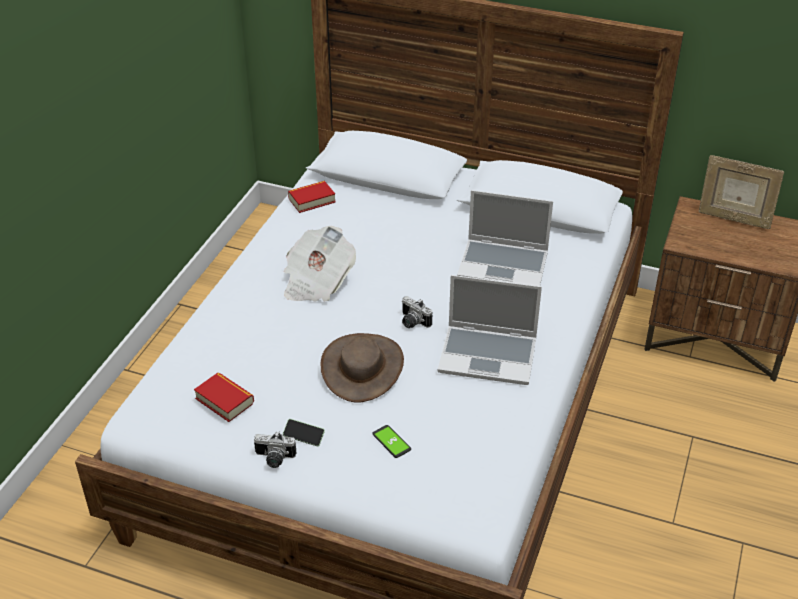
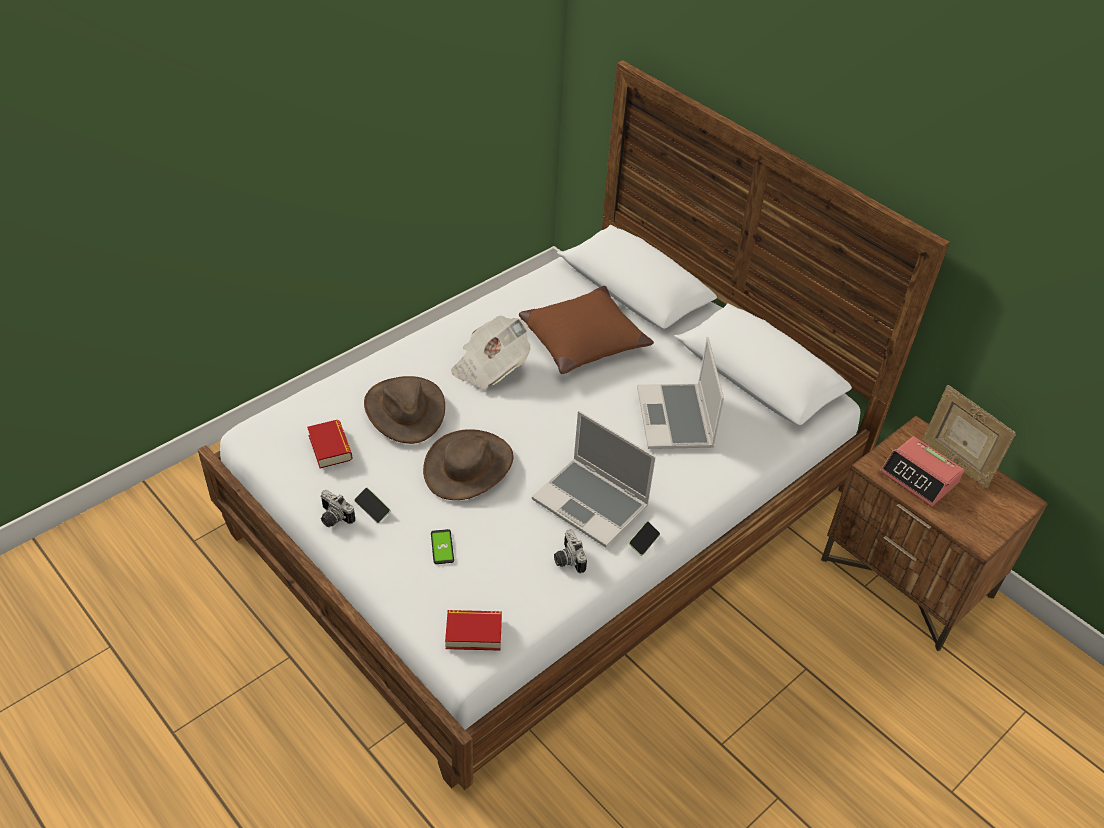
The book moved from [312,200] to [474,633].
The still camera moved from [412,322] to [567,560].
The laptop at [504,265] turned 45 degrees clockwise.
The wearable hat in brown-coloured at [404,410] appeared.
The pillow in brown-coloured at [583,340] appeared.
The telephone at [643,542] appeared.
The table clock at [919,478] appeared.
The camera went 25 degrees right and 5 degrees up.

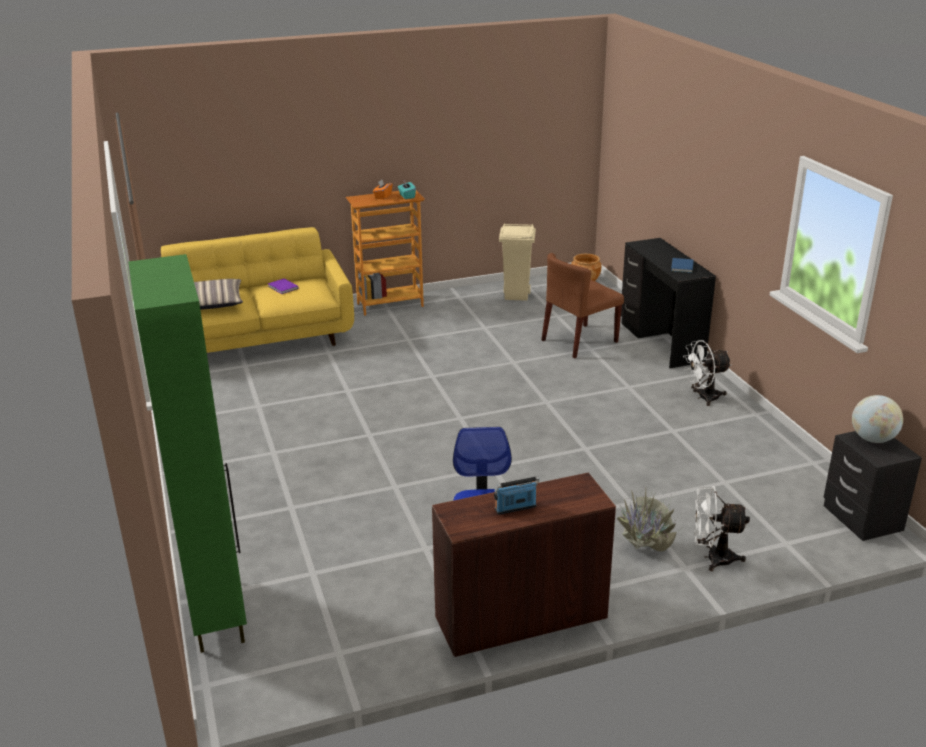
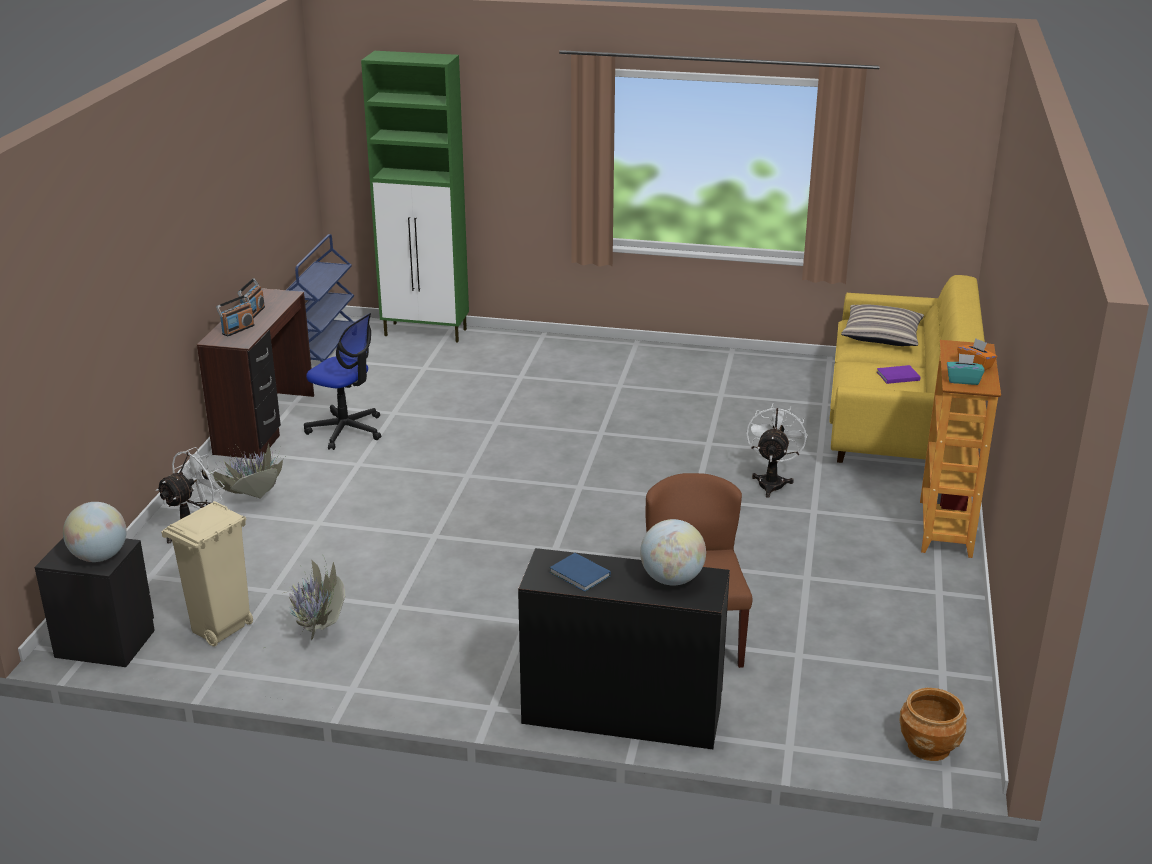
The waste bin in beige moved from [517,296] to [220,630].
The cooling fan in white moved from [703,397] to [772,481].
The radio set at [238,329] appeared.
The houseplant at [317,636] appeared.
The wheeled cart in blue-coloured at [322,350] appeared.
The desk globe at [671,579] appeared.
The camera went 120 degrees right and 0 degrees up.

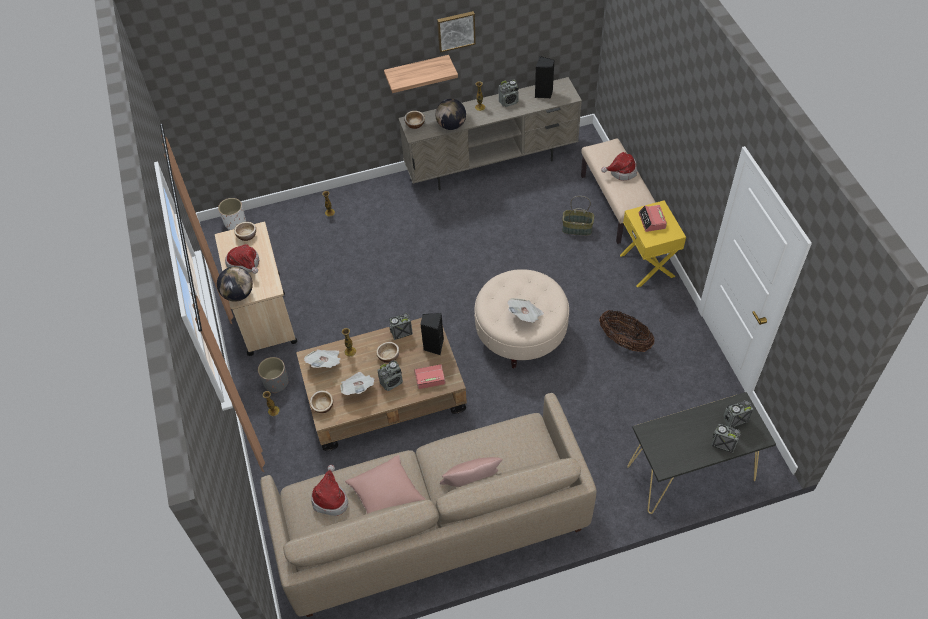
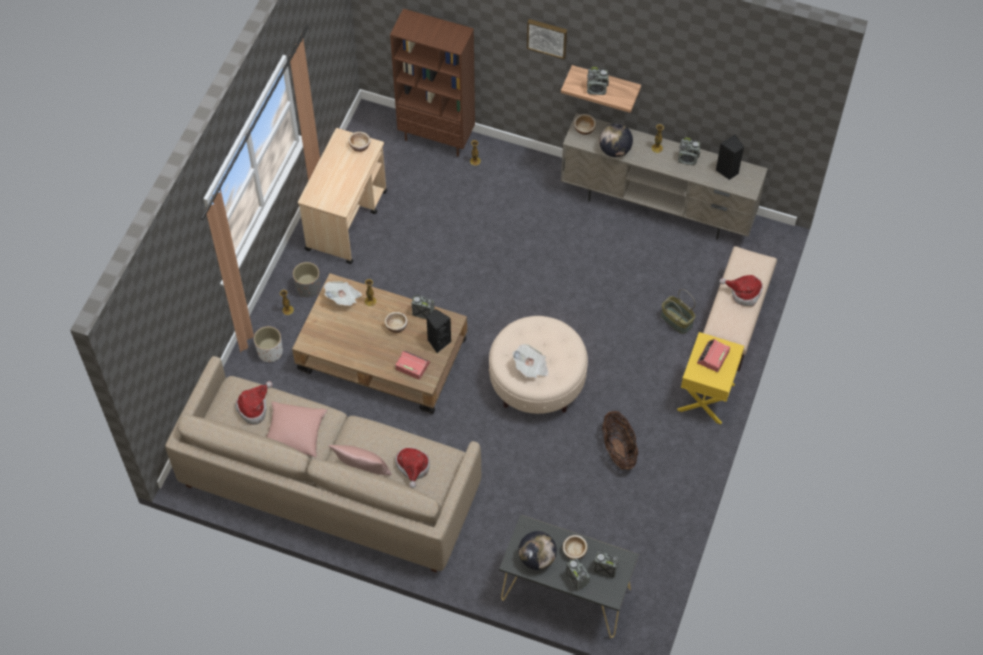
The desk globe moved from [238,294] to [537,558].
The plant pot in white moved from [235,222] to [270,352].
The wearable hat moved from [245,264] to [413,468].
The serving bowl moved from [323,406] to [574,551].
The printed paper at [358,388] disappeared.
The radio set moved from [392,382] to [597,90].
The picture moved from [456,30] to [547,37].
The bookshelf in brown-coloured at [437,137] appeared.
The camera went 35 degrees right and 5 degrees up.

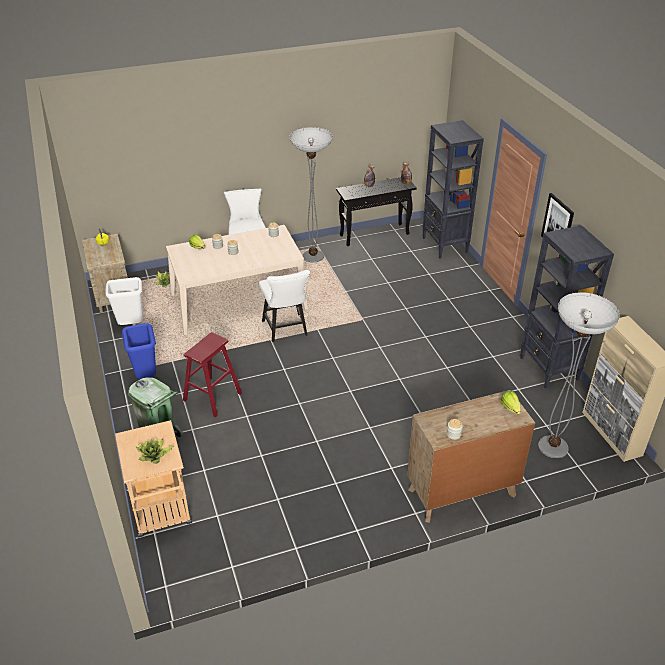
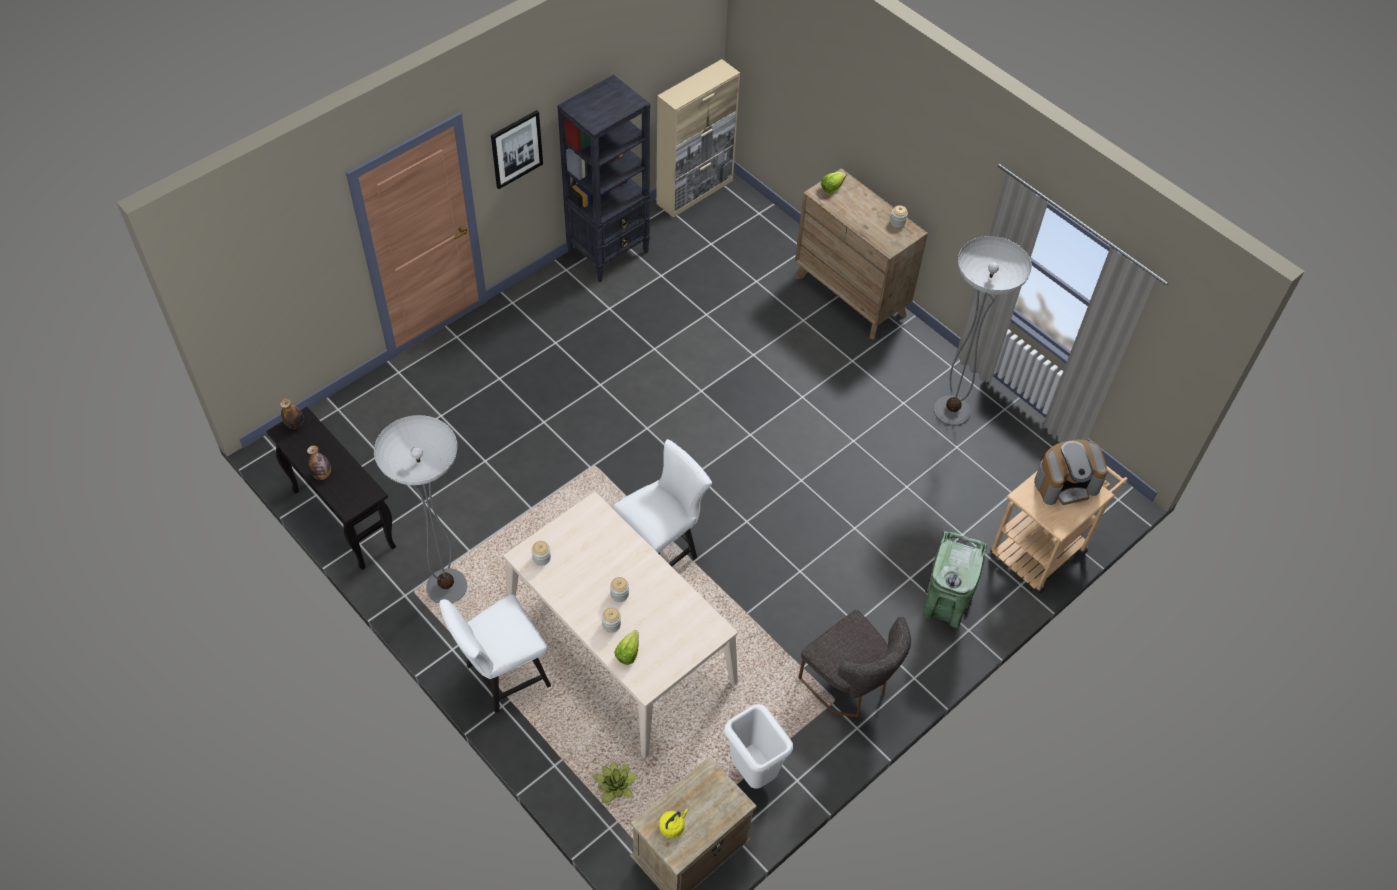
The waste bin in blue-coloured at [146,376] was replaced by the chair in gray at [850,685].
The houseplant at [154,455] was replaced by the coffee brewer at [1066,483].
The sitting stool in reddish at [212,397] disappeared.
The bookshelf in black at [445,245] disappeared.
The floor lamp moved from [553,447] to [952,411].
The camera went 115 degrees left and 15 degrees up.

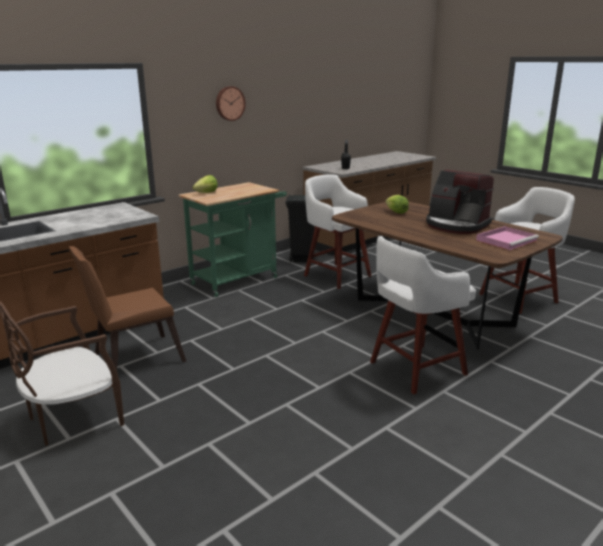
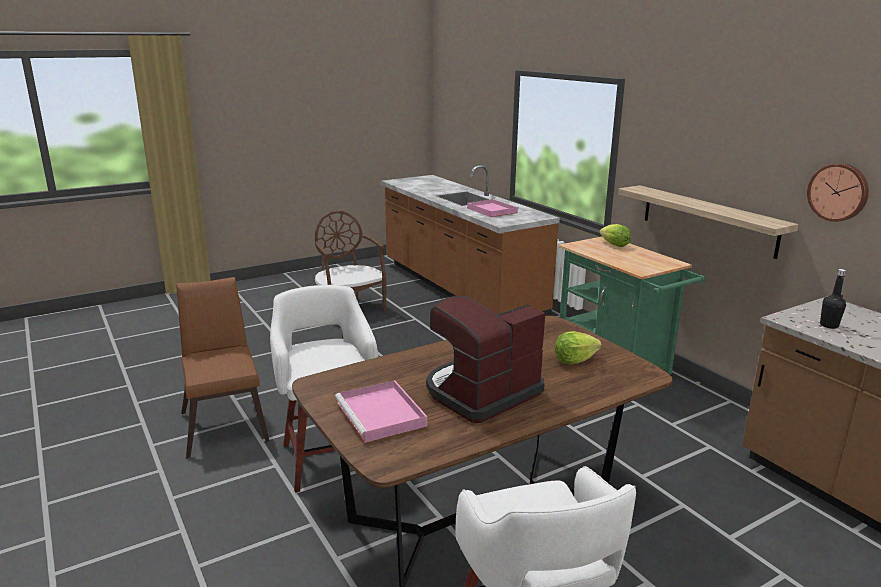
The chair in brown-coloured moved from [132,359] to [225,423].
The hanging clock moved from [229,103] to [838,192].
The waste bin in black at [301,259] disappeared.
The sitting stool in white at [336,275] disappeared.
The tray in pink-coloured at [491,210] appeared.
The wall shelf at [707,220] appeared.
The camera went 100 degrees right and 0 degrees up.

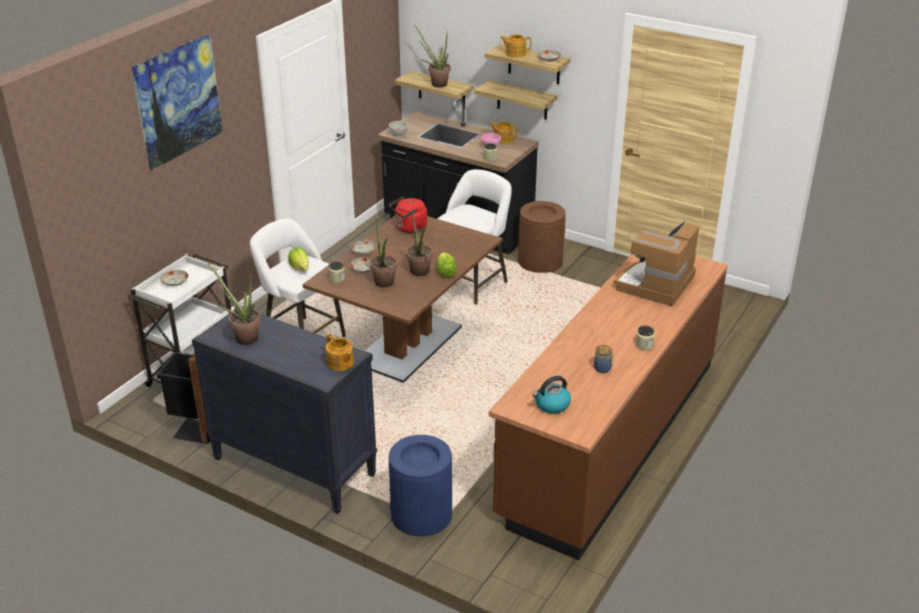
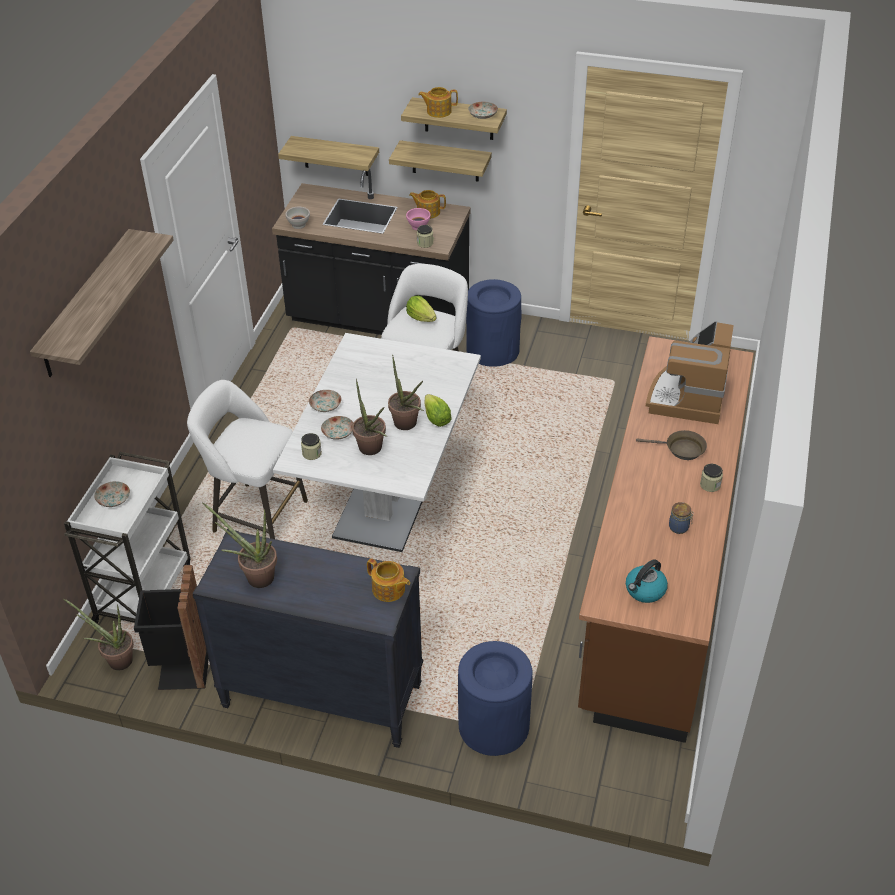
The picture at [183,126] was replaced by the wall shelf at [86,304].
The lettuce moved from [300,268] to [421,318].
The kitchen table in brown-coloured at [408,345] became the kitchen table in white at [387,498].
The tea kettle in reddish at [409,228] disappeared.
The houseplant moved from [436,84] to [115,660].
The waste bin in brown-coloured at [540,261] became the waste bin in blue-coloured at [492,350].
The frying pan in brown-coloured at [681,449] appeared.
The camera went 15 degrees left and 10 degrees up.

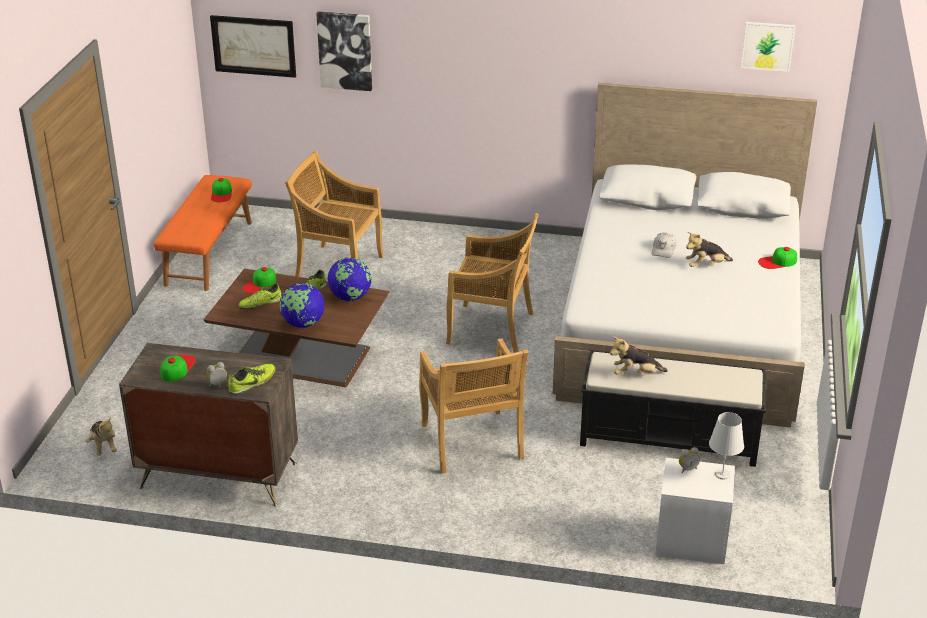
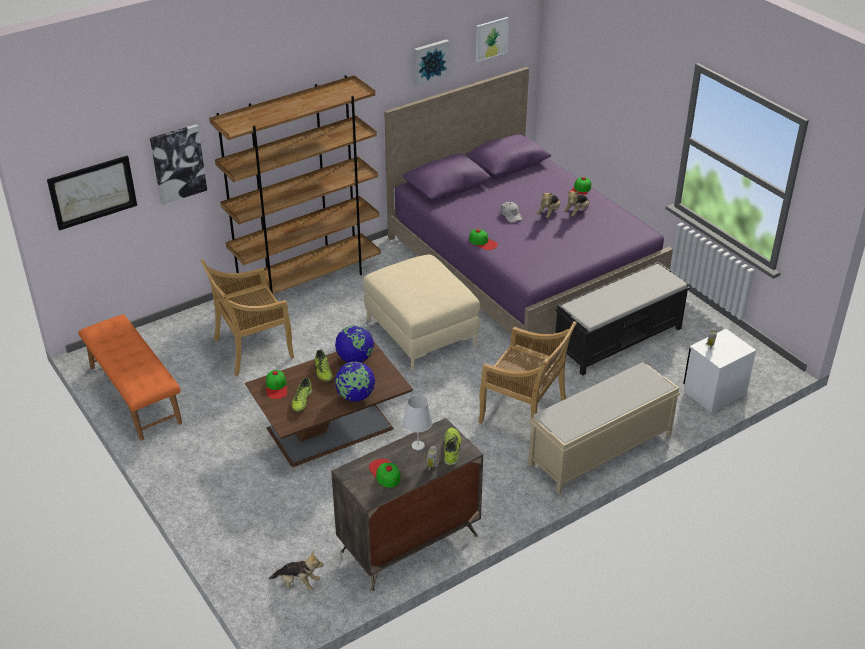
The peaked cap moved from [221,193] to [483,242].
The chair in beige at [492,329] was replaced by the ottoman in beige at [421,332].
The bed in white at [682,324] became the bed in purplish at [522,264].
The plush toy moved from [635,374] to [576,212].
The table lamp in white moved from [722,474] to [418,445].
The bookshelf in brown-coloured at [308,281] appeared.
The picture at [430,62] appeared.
The bench in beige at [599,450] appeared.
The camera went 45 degrees left and 5 degrees up.

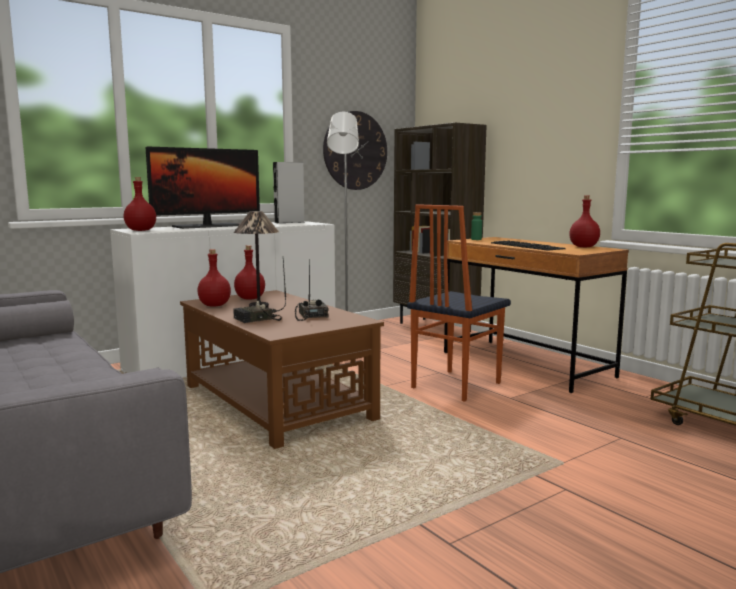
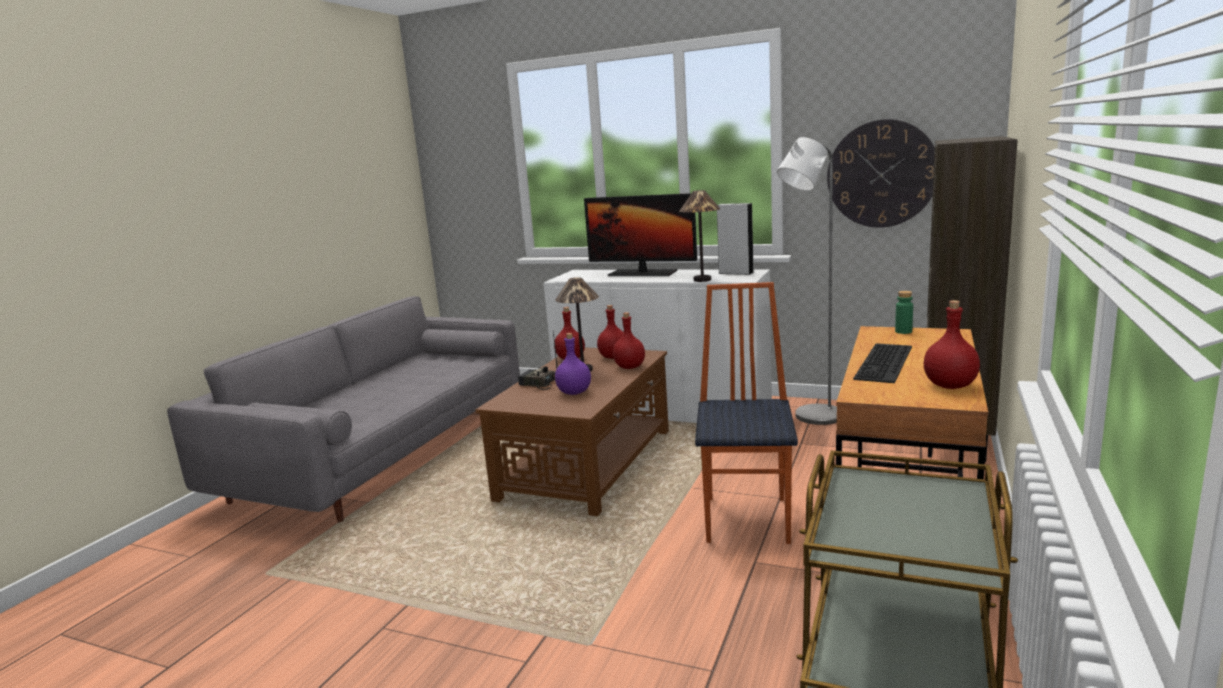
The bottle in reddish moved from [141,230] to [629,367].
The radio set at [310,316] was replaced by the bottle in purplish at [575,392].
The chair at [454,385] turned 90 degrees clockwise.
The table lamp at [702,280] appeared.
The camera went 60 degrees right and 5 degrees up.

